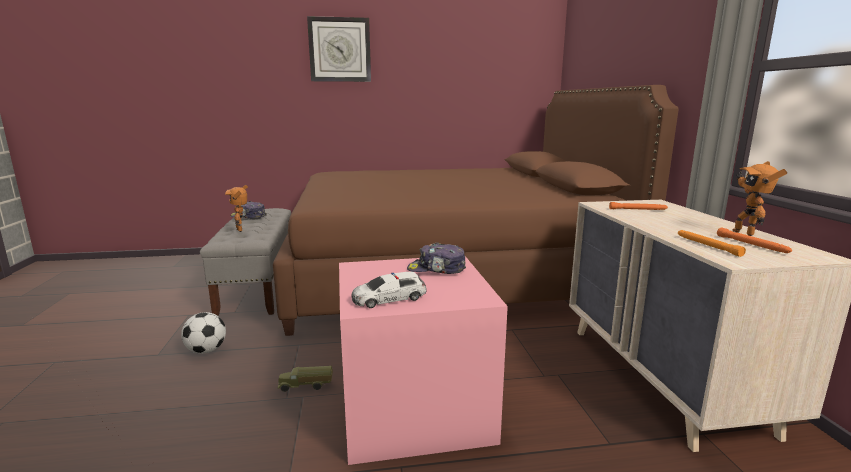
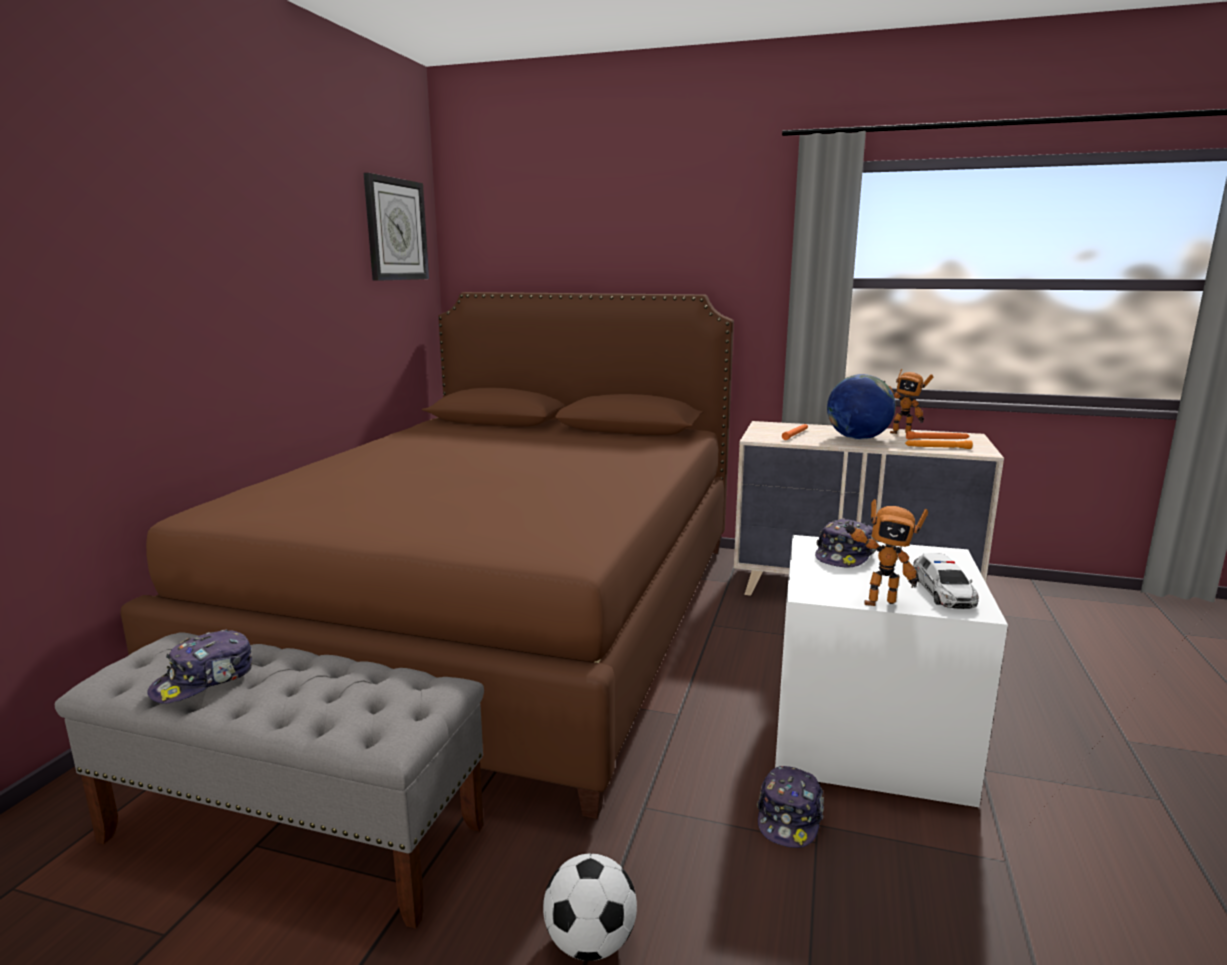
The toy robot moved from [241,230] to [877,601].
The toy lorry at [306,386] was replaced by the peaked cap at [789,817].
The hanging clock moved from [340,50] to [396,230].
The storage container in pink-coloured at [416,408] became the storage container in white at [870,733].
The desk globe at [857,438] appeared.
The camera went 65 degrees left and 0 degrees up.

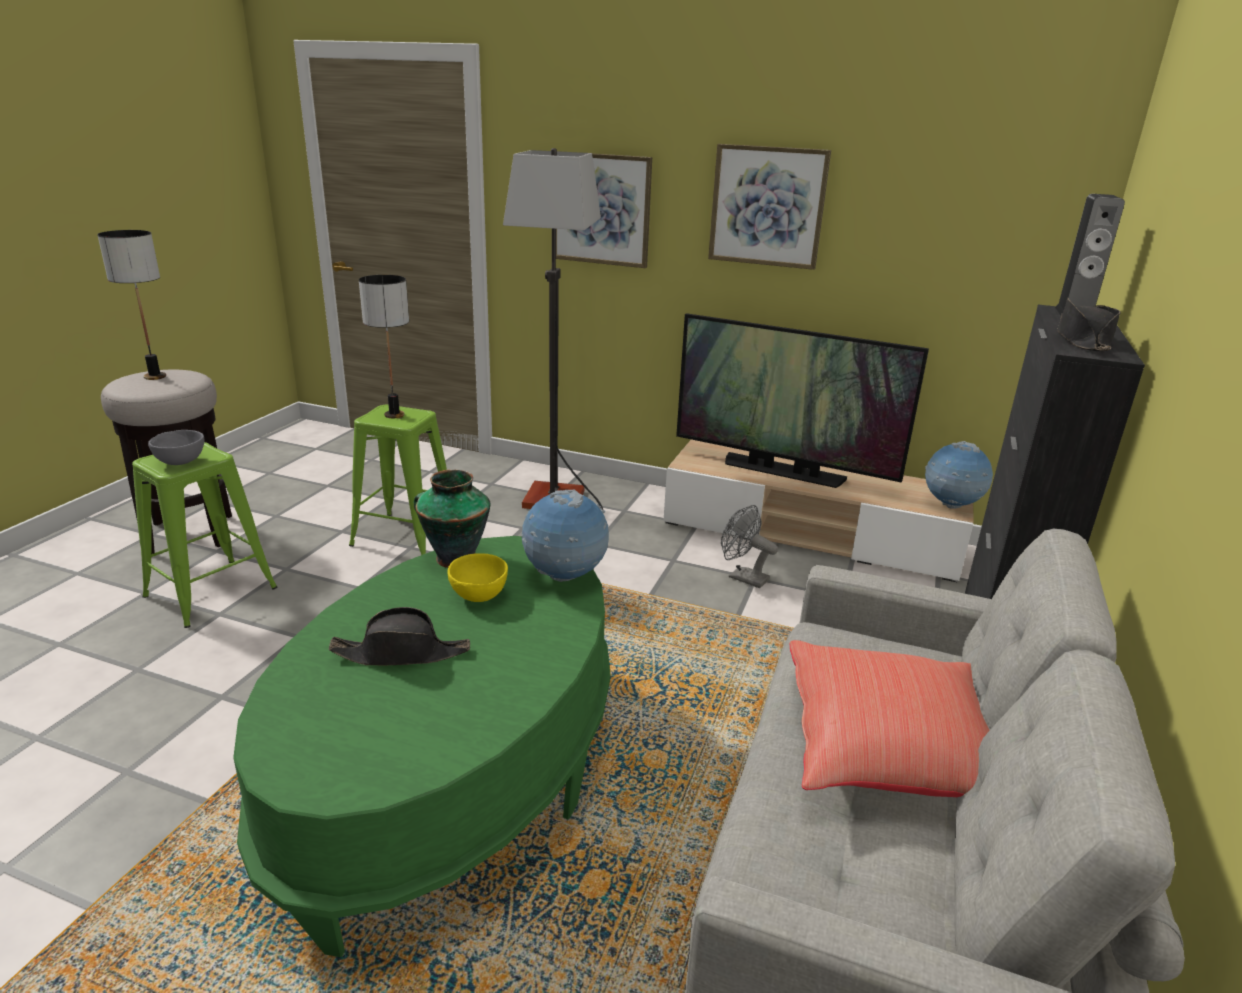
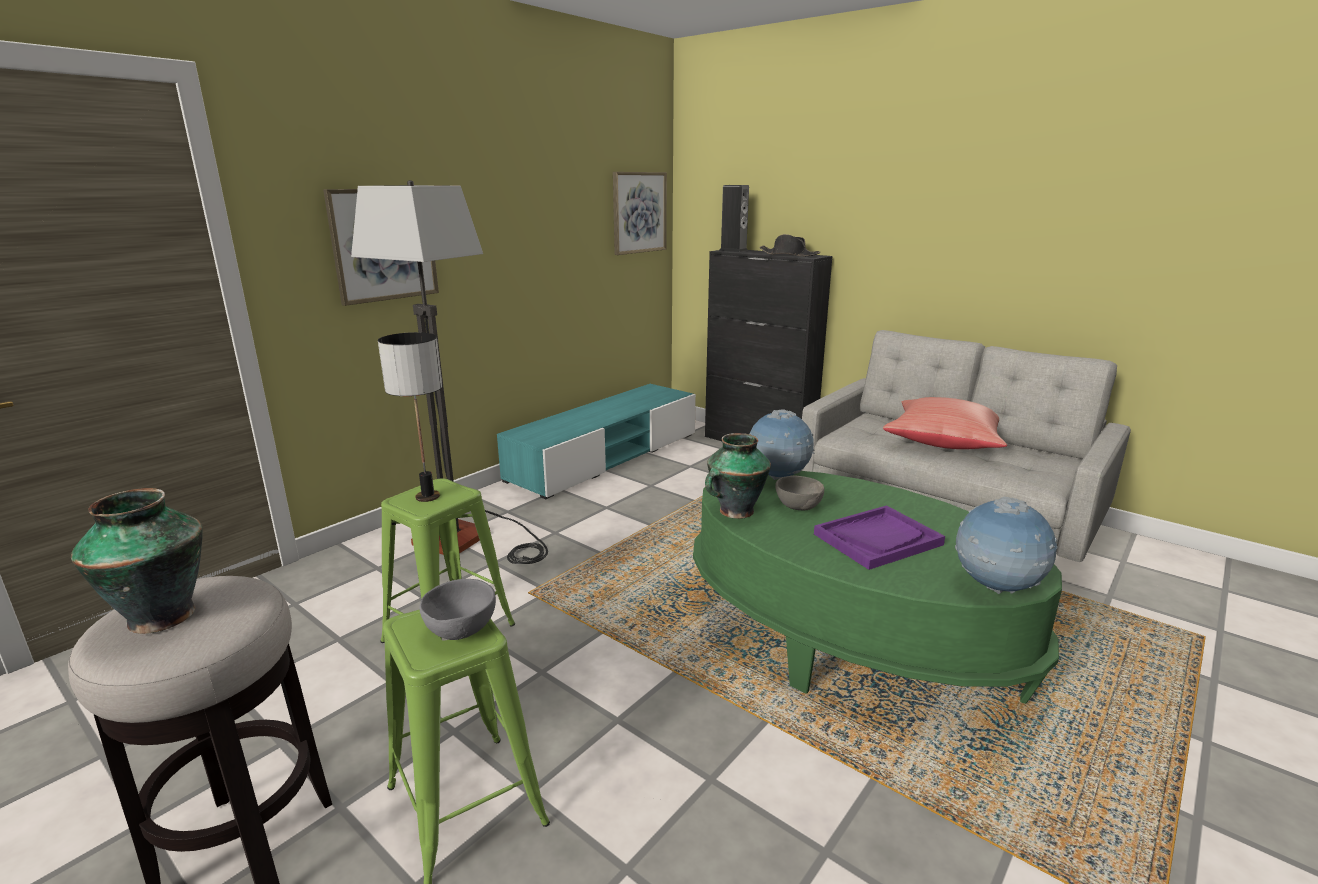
The table lamp at [155,376] was replaced by the decorative vase at [163,615].
The wearable hat in black at [402,653] was replaced by the tray in purplish at [877,539].
The serving bowl in yellow at [478,595] became the serving bowl in gray at [798,508].
The tv unit in beige at [809,534] became the tv unit in blue-green at [605,456].
The television at [782,471] disappeared.
The picture moved from [767,206] to [639,212].
The cooling fan in gray at [742,577] disappeared.
The desk globe moved from [951,506] to [996,588].
The camera went 70 degrees left and 5 degrees down.

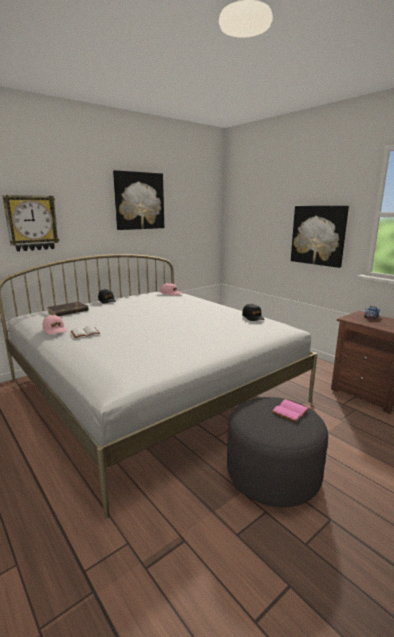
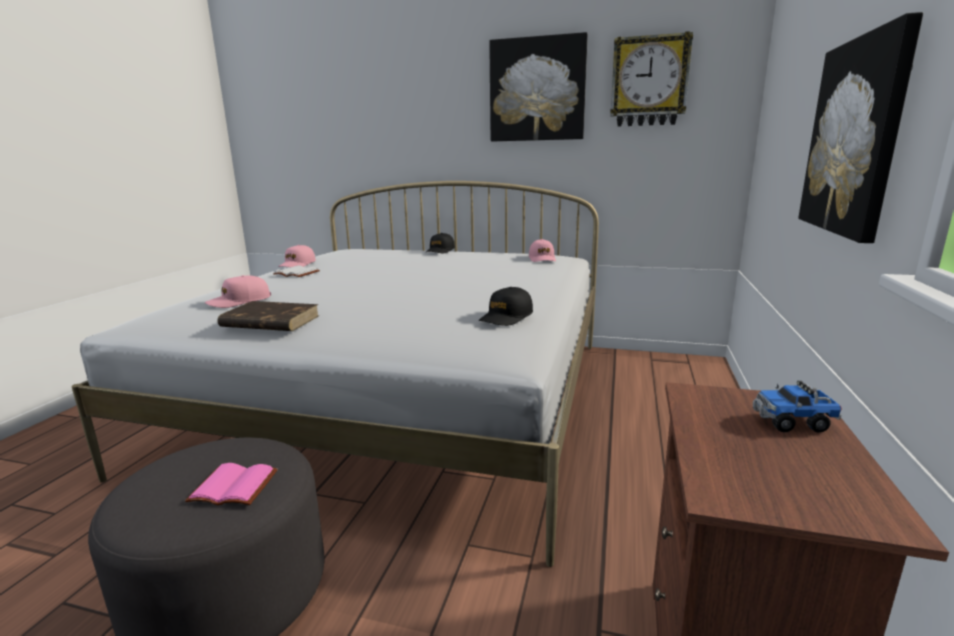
The hanging clock moved from [32,223] to [649,82].
The book in brown-coloured moved from [67,311] to [269,321].
The peaked cap in pink-coloured at [239,301] appeared.
The camera went 55 degrees right and 0 degrees up.

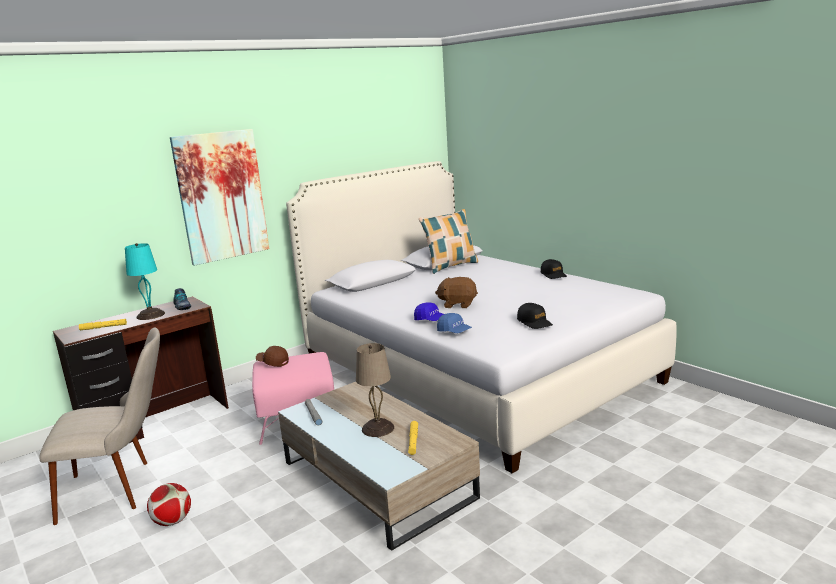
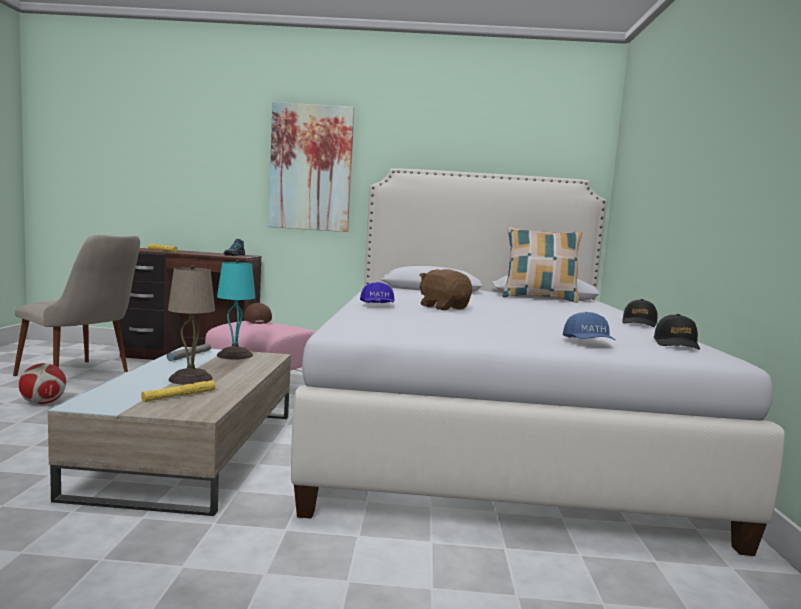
The table lamp in blue-green moved from [150,315] to [234,355].
The peaked cap in blue-coloured moved from [454,332] to [588,343].
The peaked cap in black moved from [534,322] to [676,344].
The camera went 40 degrees right and 10 degrees down.

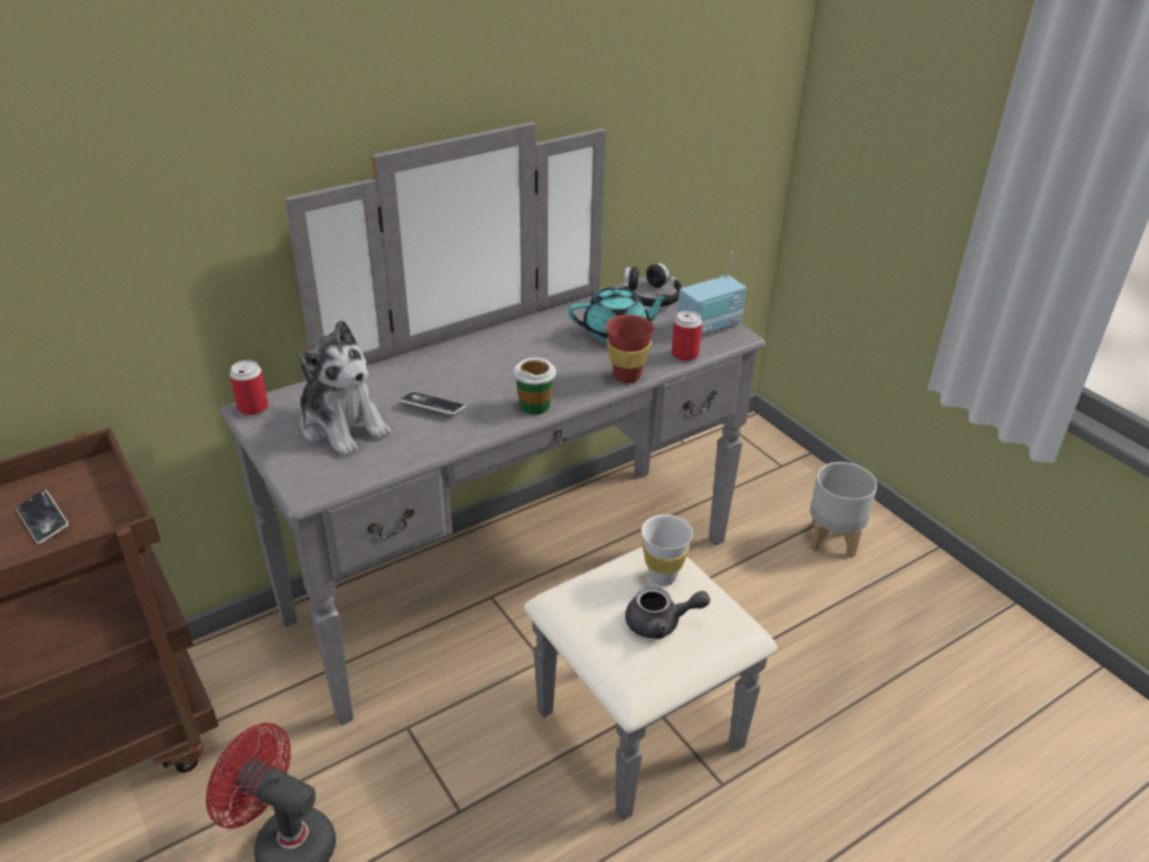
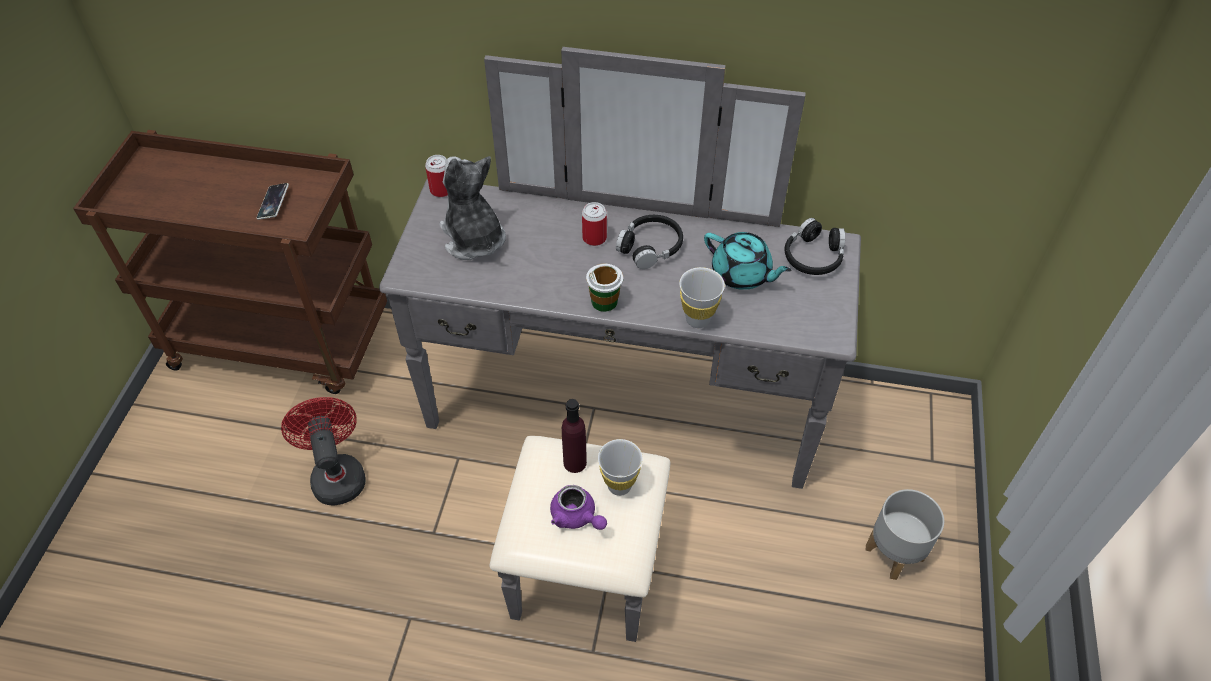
The plush toy at [343,426] turned 150 degrees clockwise.
The telephone at [433,406] disappeared.
The cup in reddish at [627,376] became the cup in white at [697,319].
The pot for tea in gray at [661,623] became the pot for tea in purplish at [577,517].
The can moved from [684,355] to [594,238].
The radio set at [709,326] disappeared.
The bottle in purplish at [575,462] appeared.
The headphones in black at [650,247] appeared.
The camera went 45 degrees right and 15 degrees up.

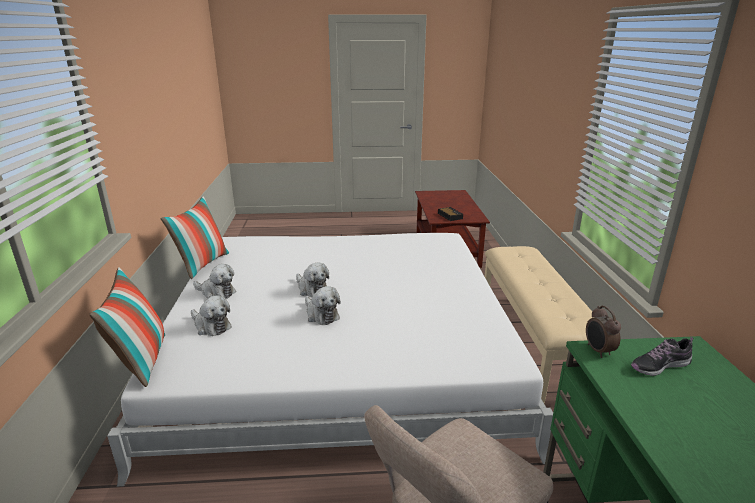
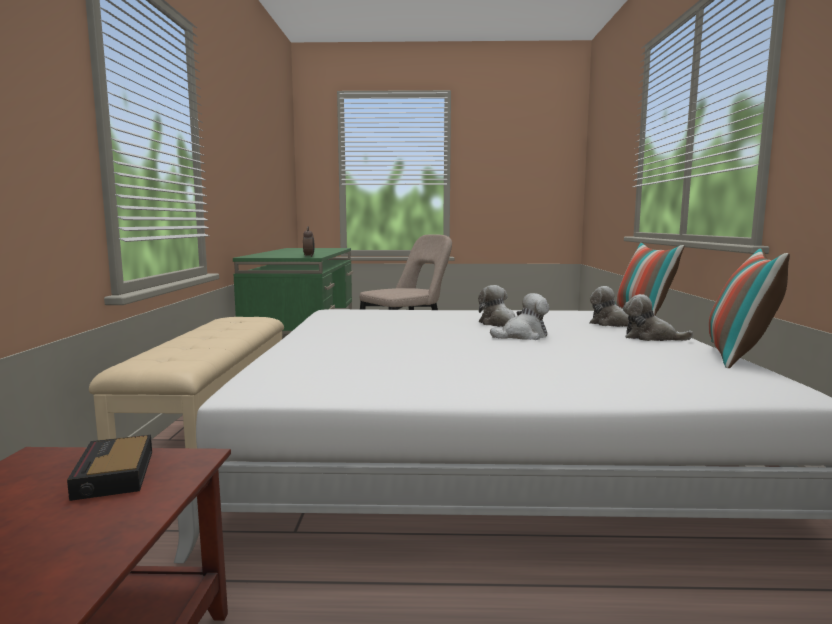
The plush toy at [312,289] turned 105 degrees clockwise.
The shoe at [659,366] disappeared.
The camera went 175 degrees left and 15 degrees down.

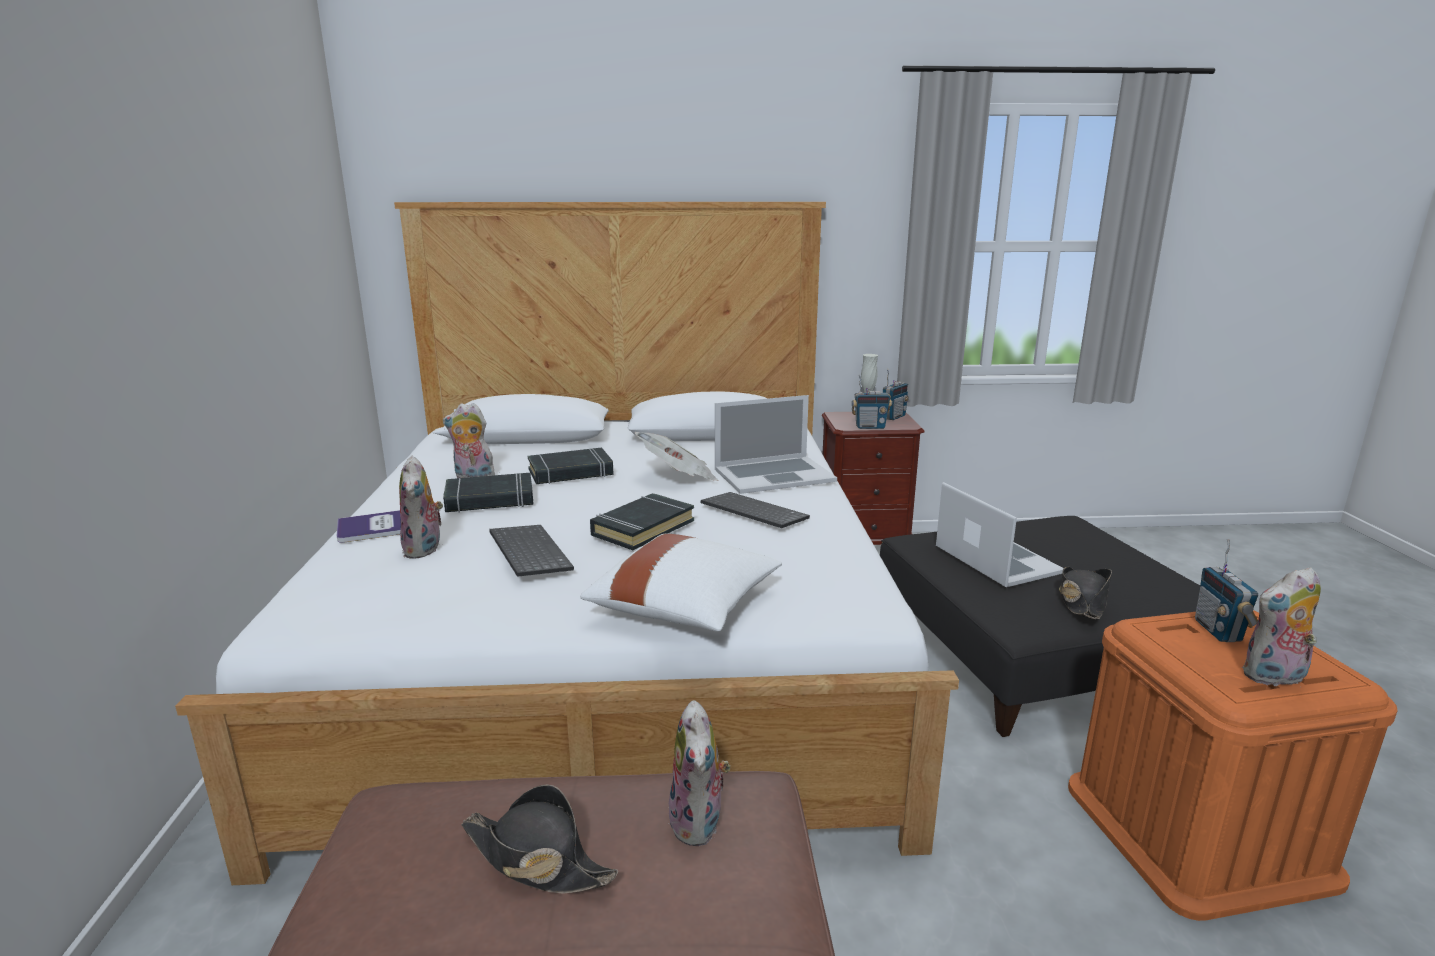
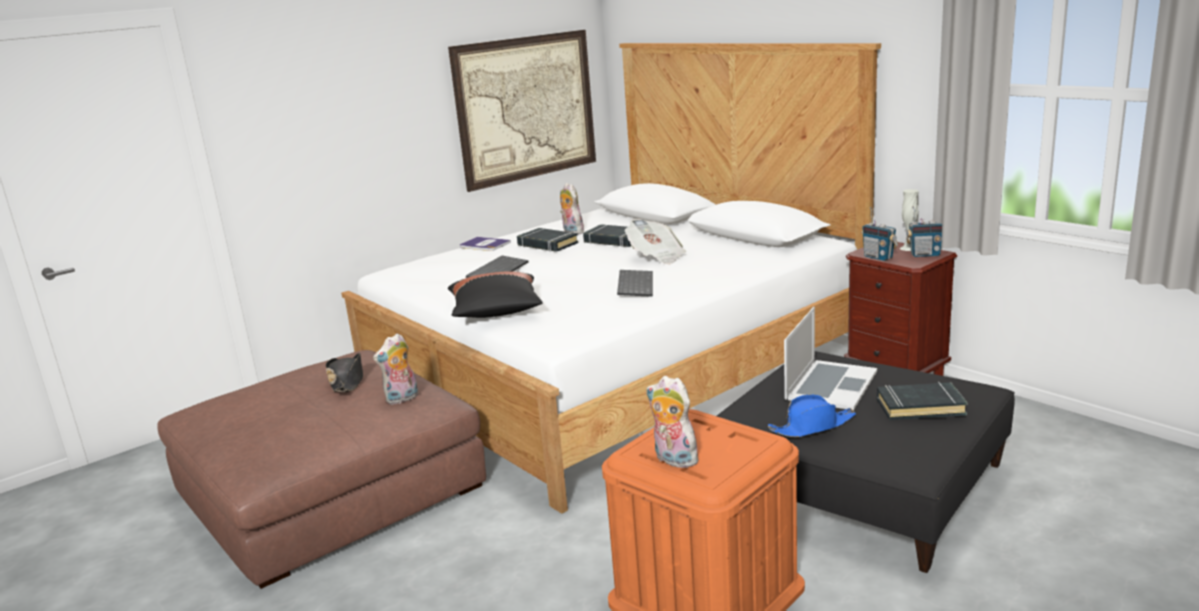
The plush toy at [425,550] disappeared.
The pillow in white at [686,607] became the pillow in black at [496,312].
The book in black moved from [642,528] to [920,407].
The laptop at [774,475] disappeared.
The wearable hat in black at [1082,601] became the wearable hat in blue-coloured at [812,426].
The radio set at [1218,631] disappeared.
The picture at [526,108] appeared.
The camera went 55 degrees right and 0 degrees up.

